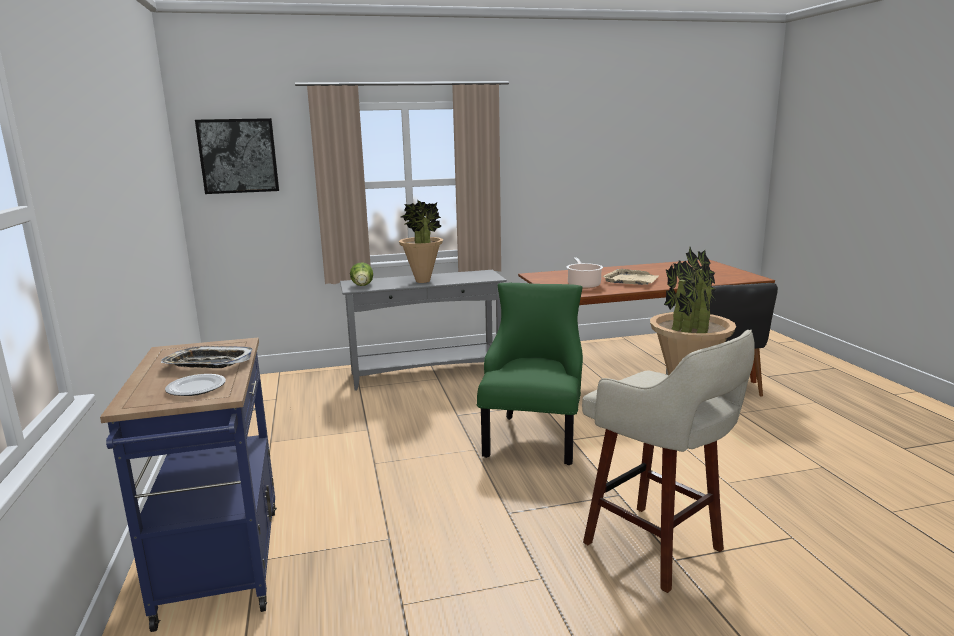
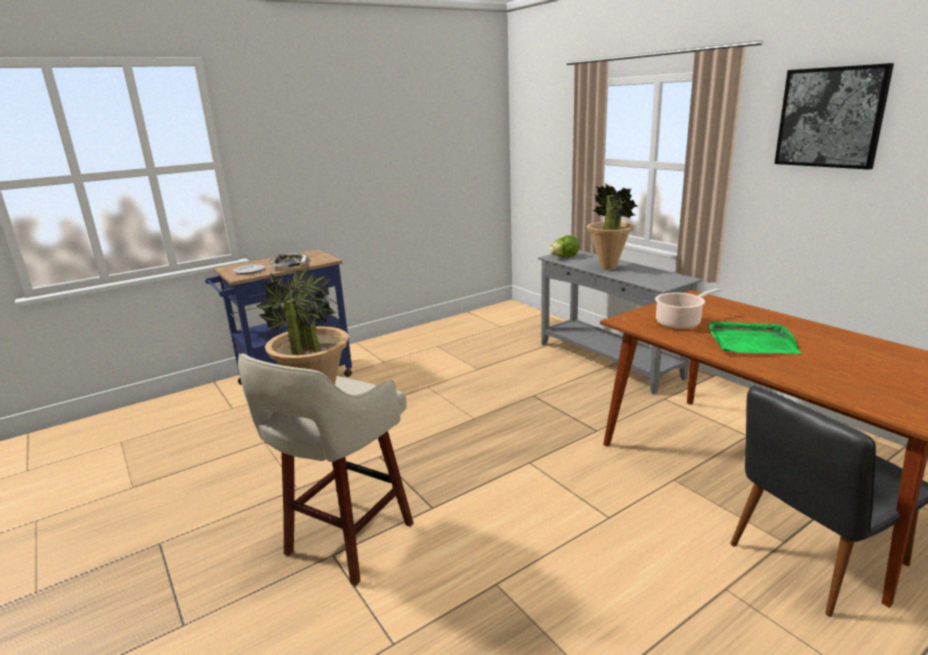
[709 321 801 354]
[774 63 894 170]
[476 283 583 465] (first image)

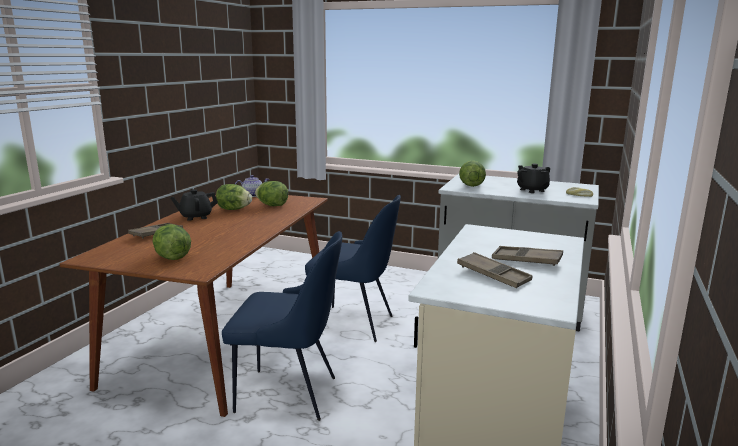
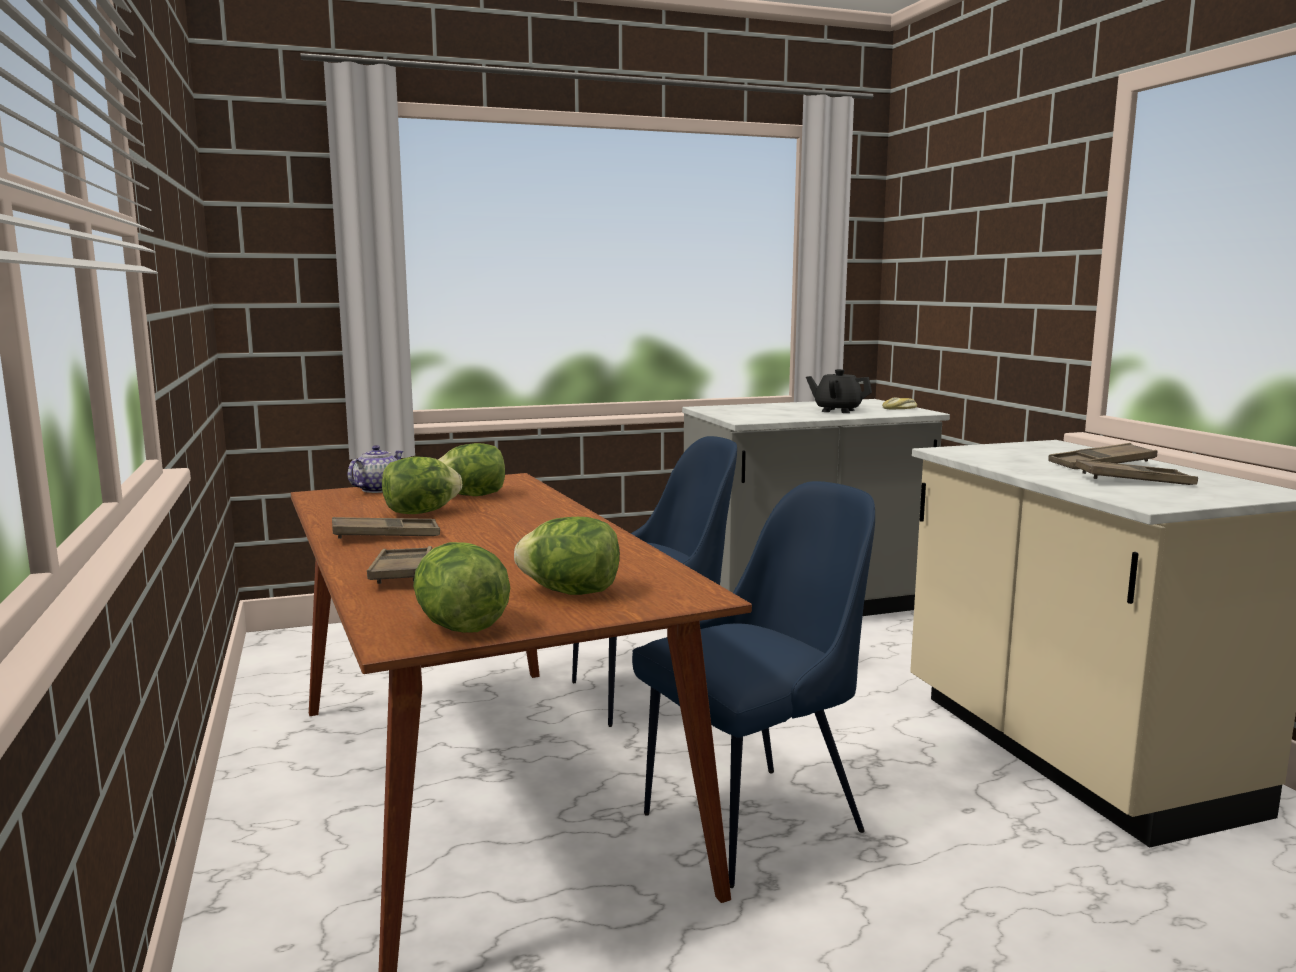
[332 517 440 539]
[413 542 510 633]

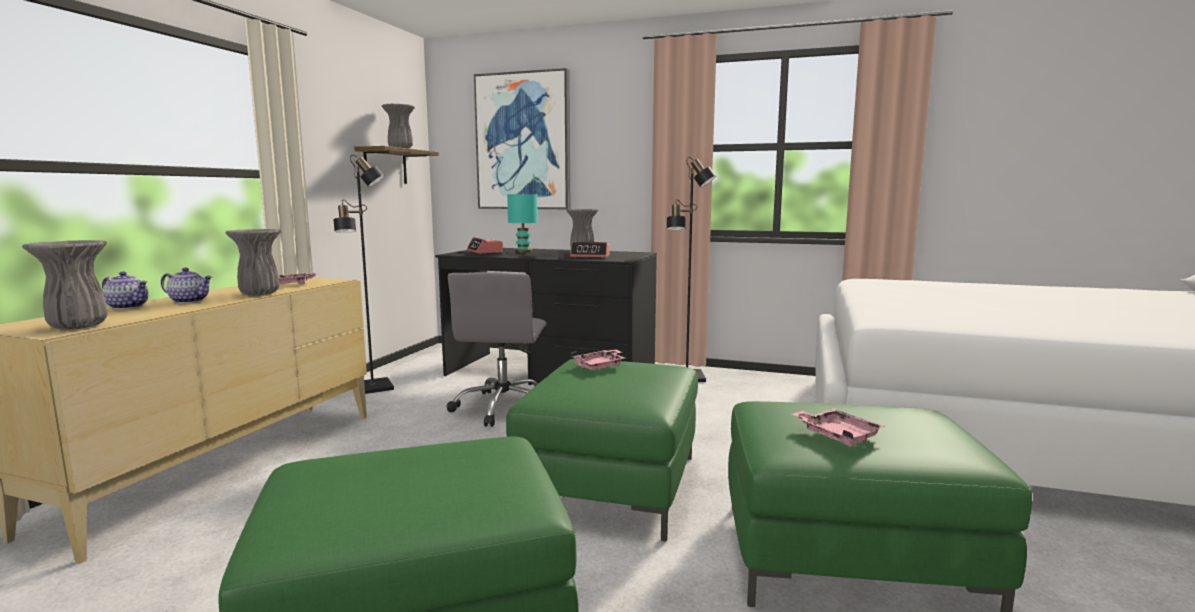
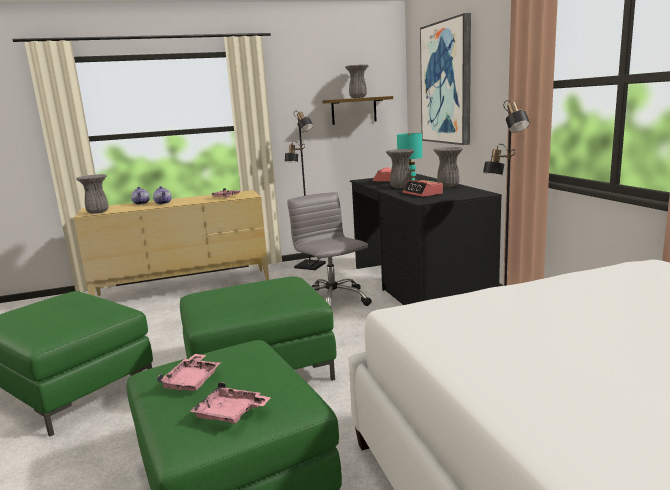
[189 382 271 424]
[287 192 372 307]
[386 149 414 188]

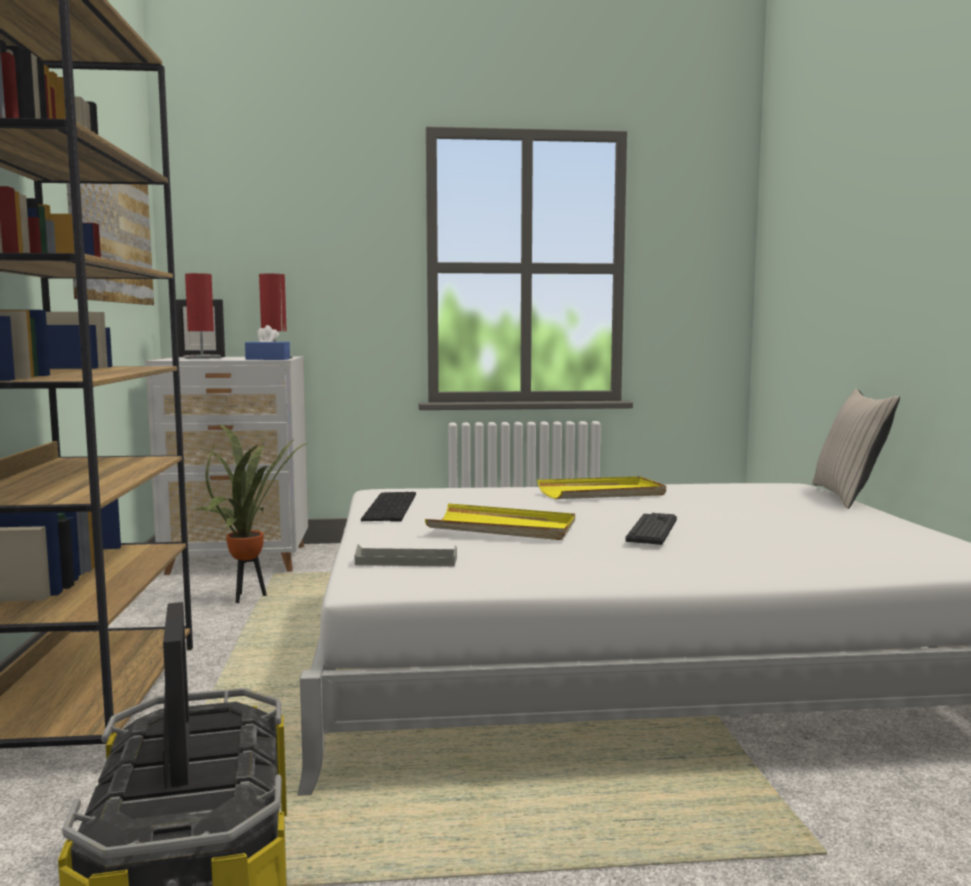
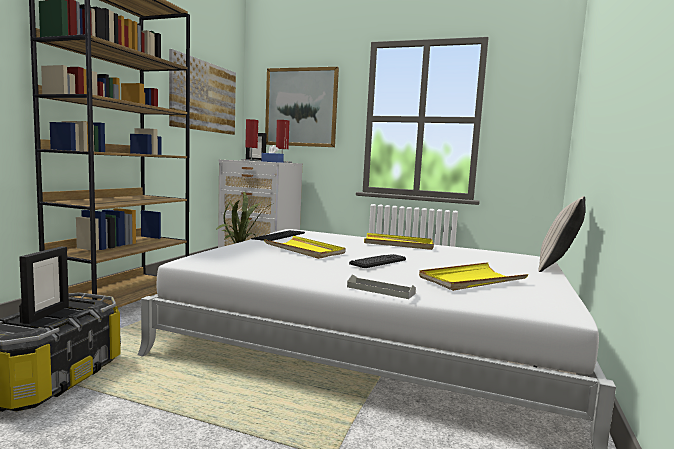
[265 67 339 147]
[347 274 416 299]
[419 262 529 291]

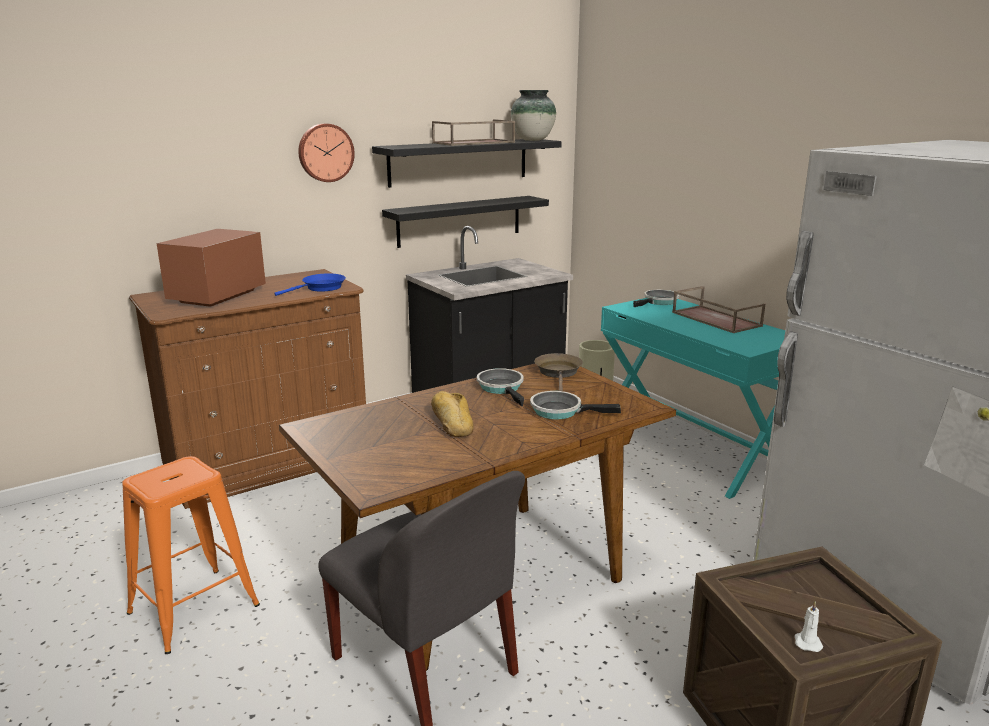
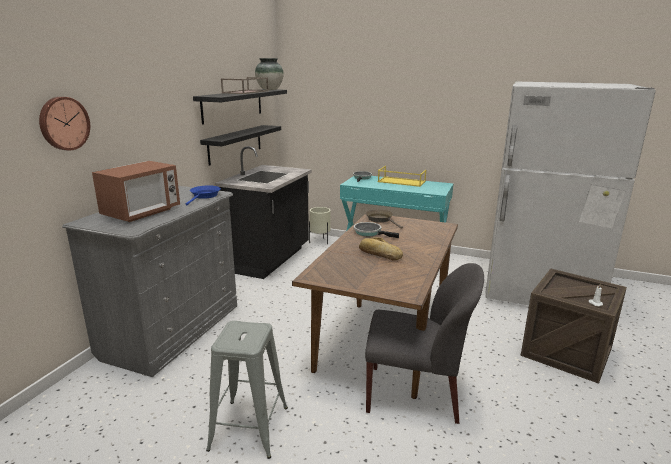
[39 97 90 151]
[62 186 237 377]
[92 161 180 222]
[206 321 288 459]
[378 166 426 187]
[530 391 621 419] (first image)

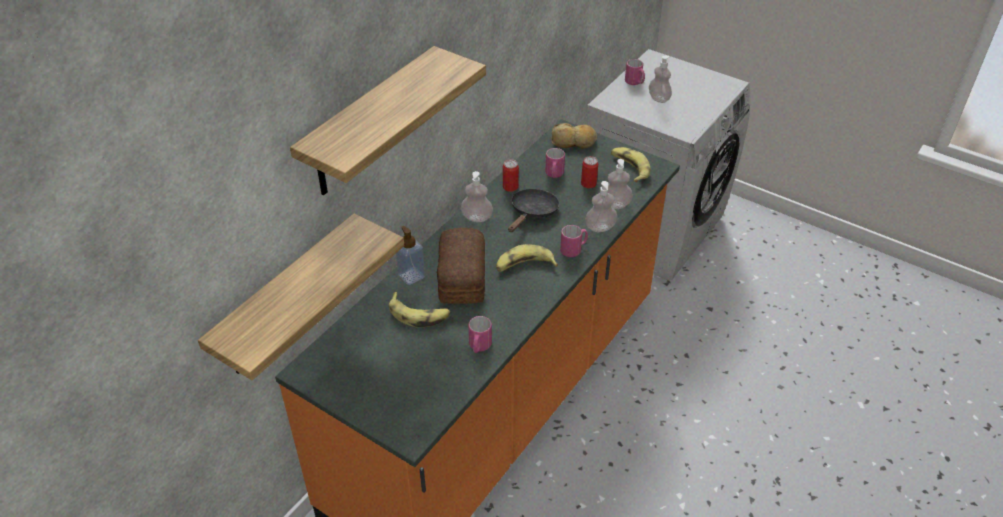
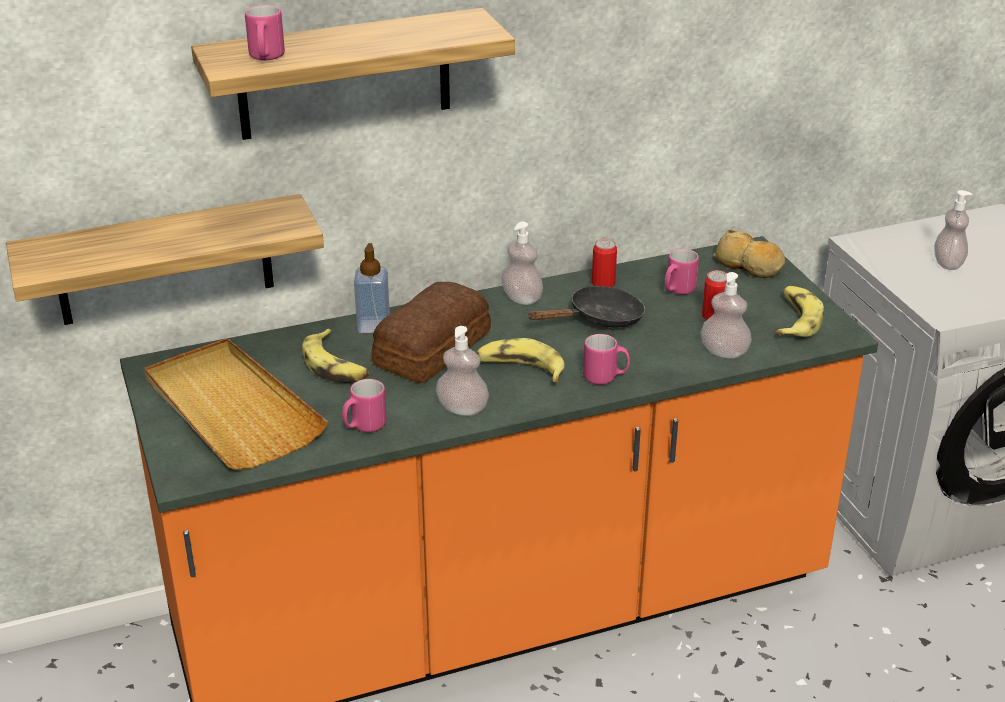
[144 338 328 469]
[245 5 285 60]
[436 326 489 416]

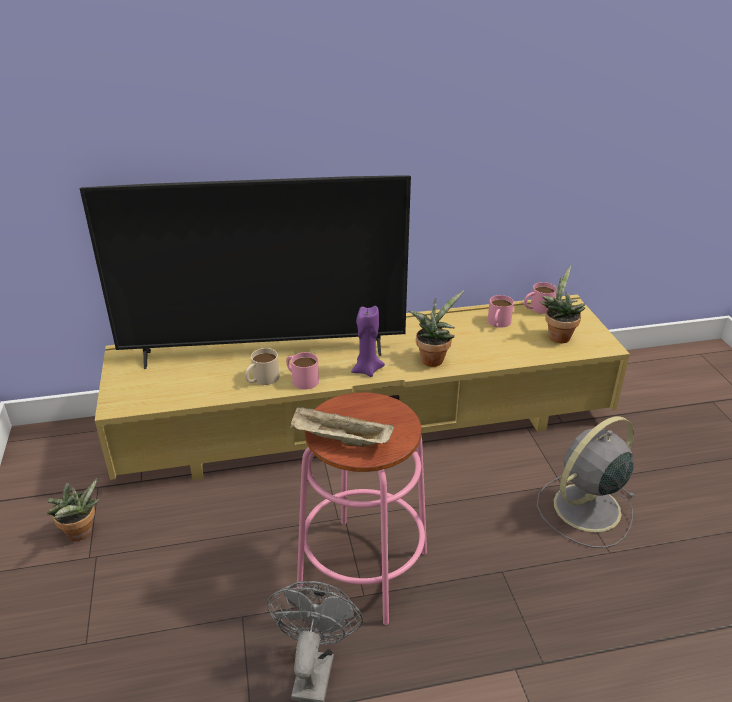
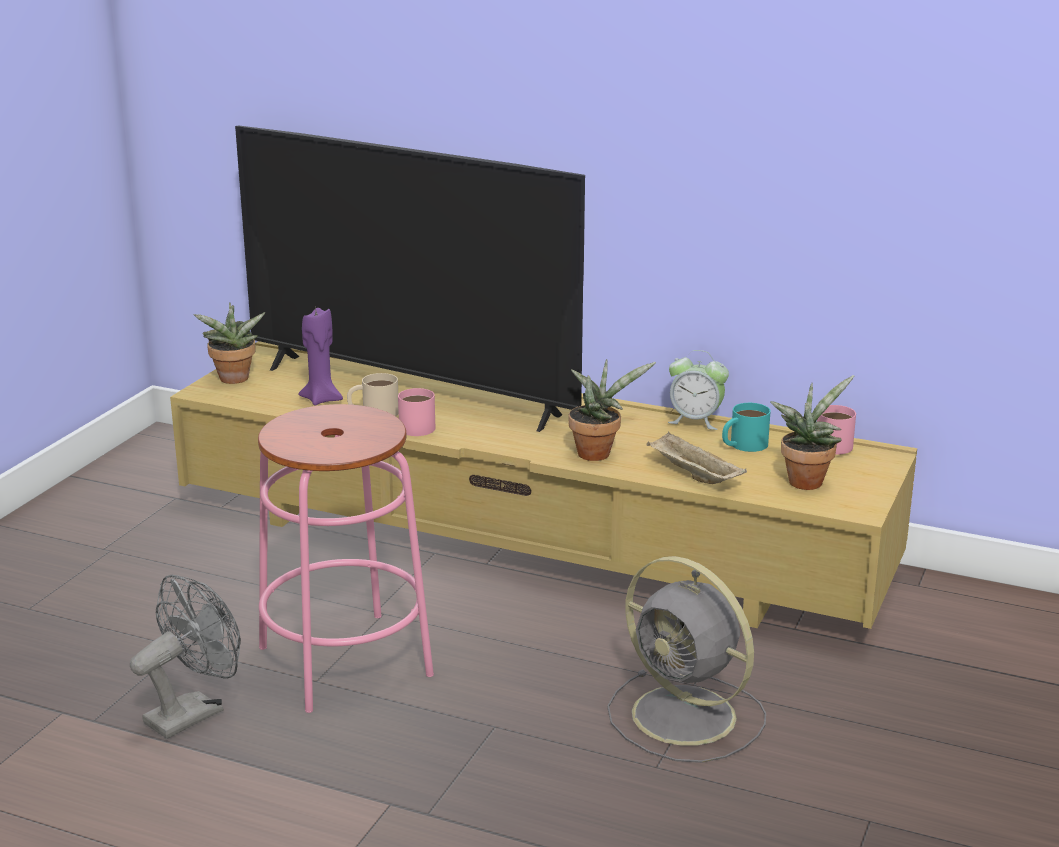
[193 303 265 384]
[298 306 343 405]
[607 556 766 763]
[647 432 747 484]
[668 350 729 430]
[722 403 771 452]

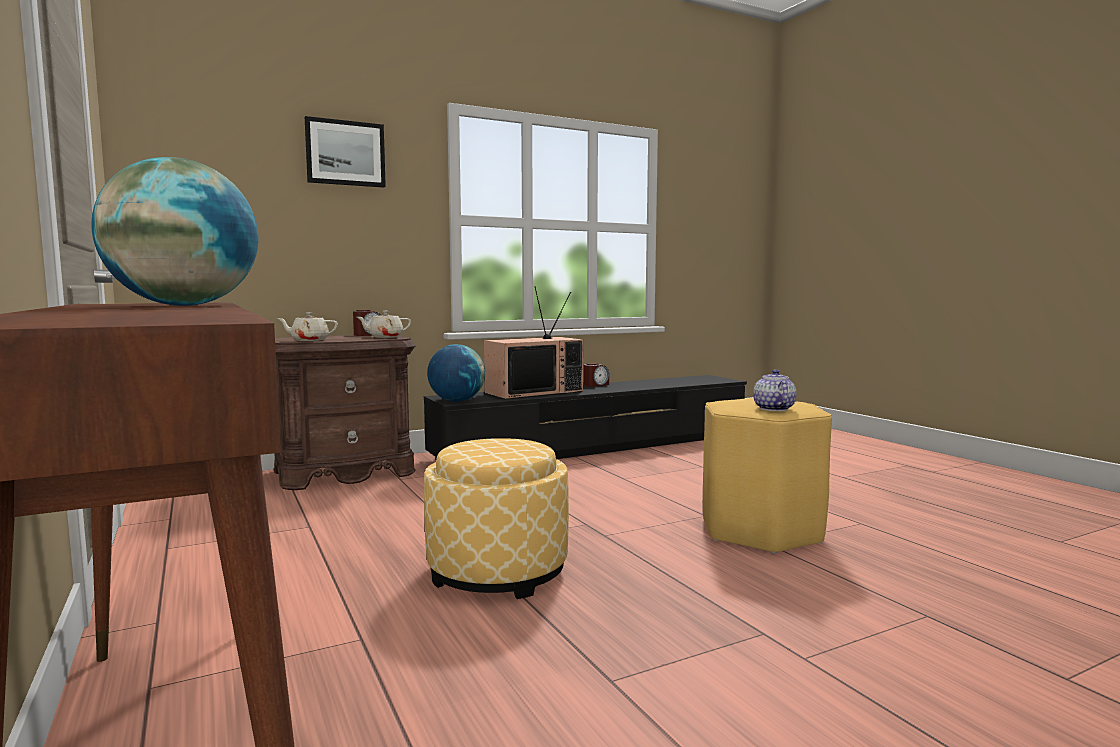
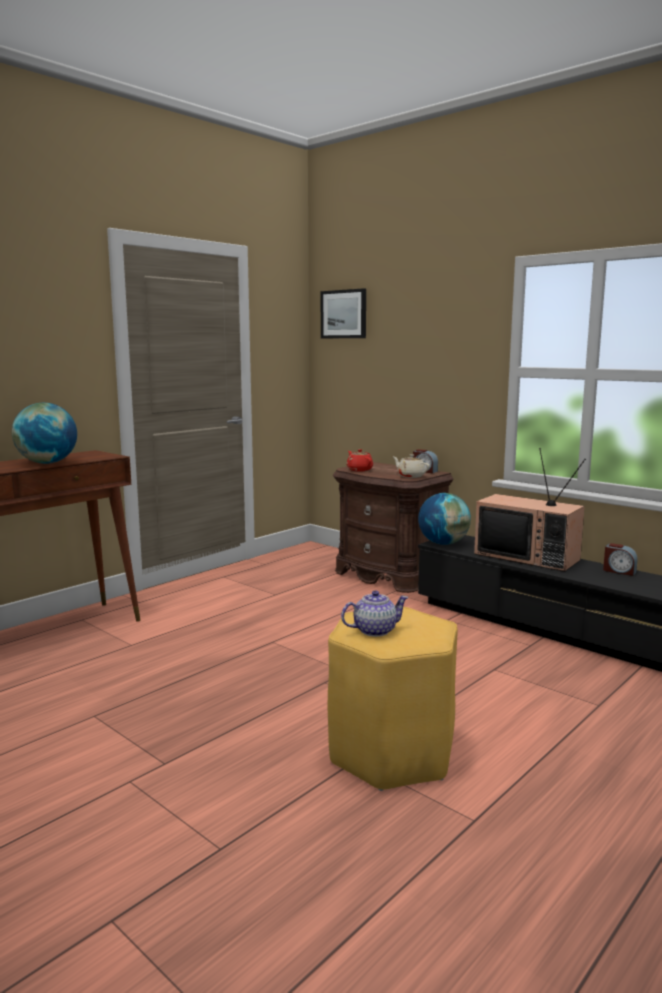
[321 288 366 338]
[346 449 373 472]
[424 438 569 599] (first image)

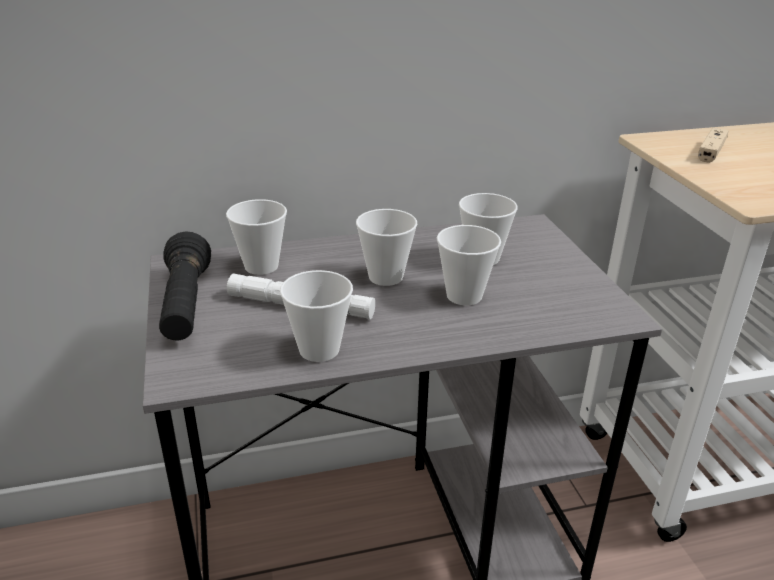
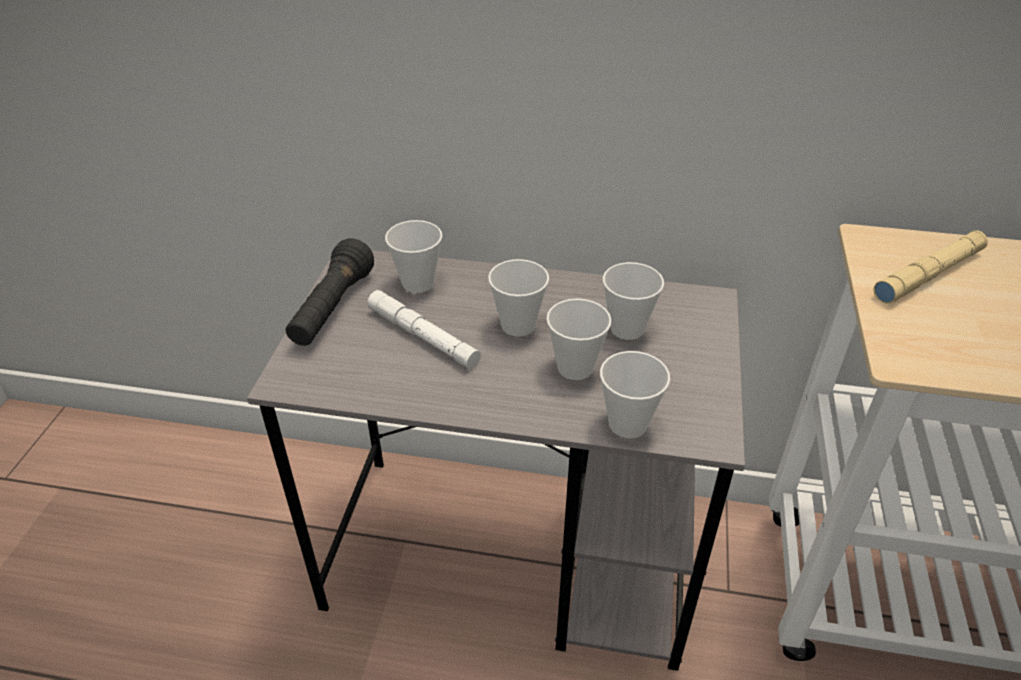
[600 351 670 438]
[873 230 988 304]

